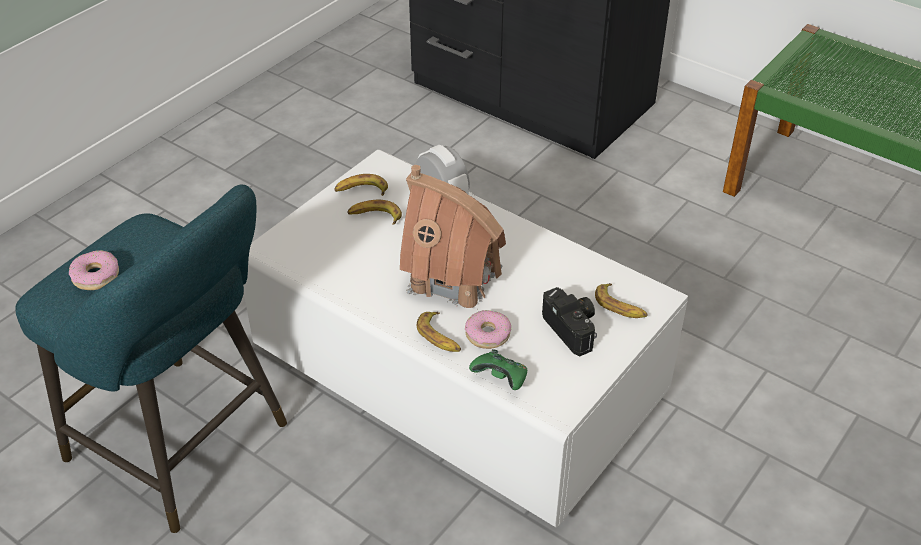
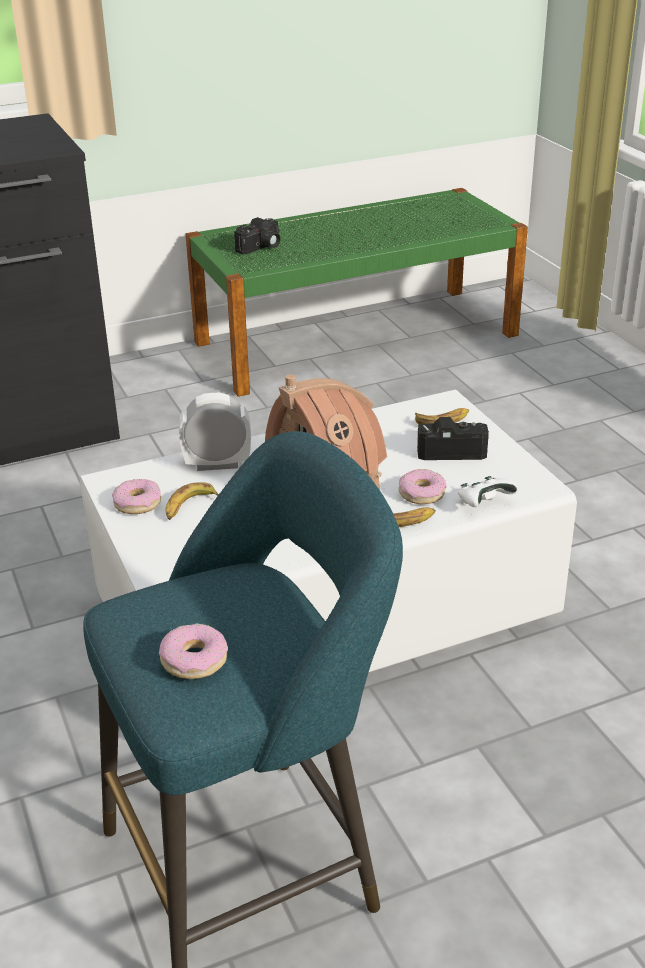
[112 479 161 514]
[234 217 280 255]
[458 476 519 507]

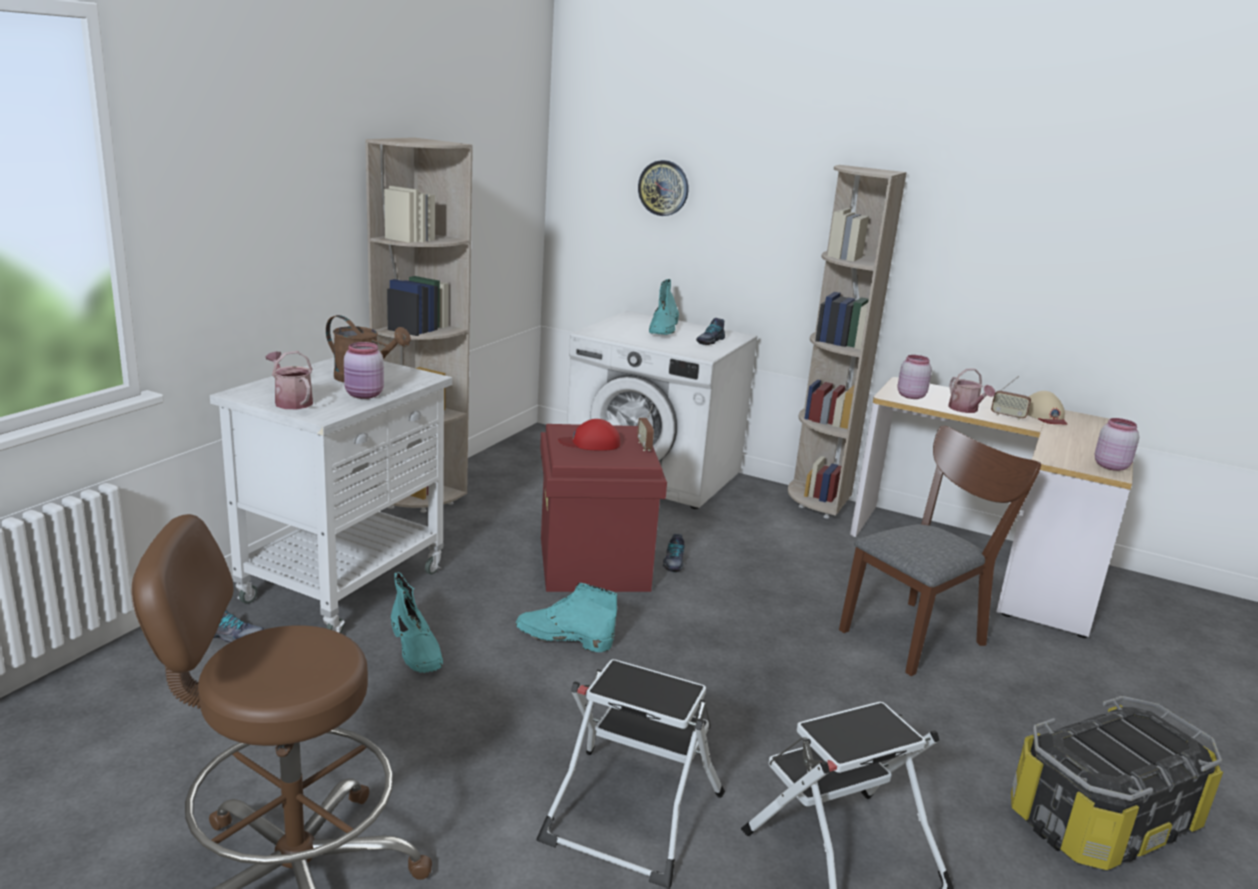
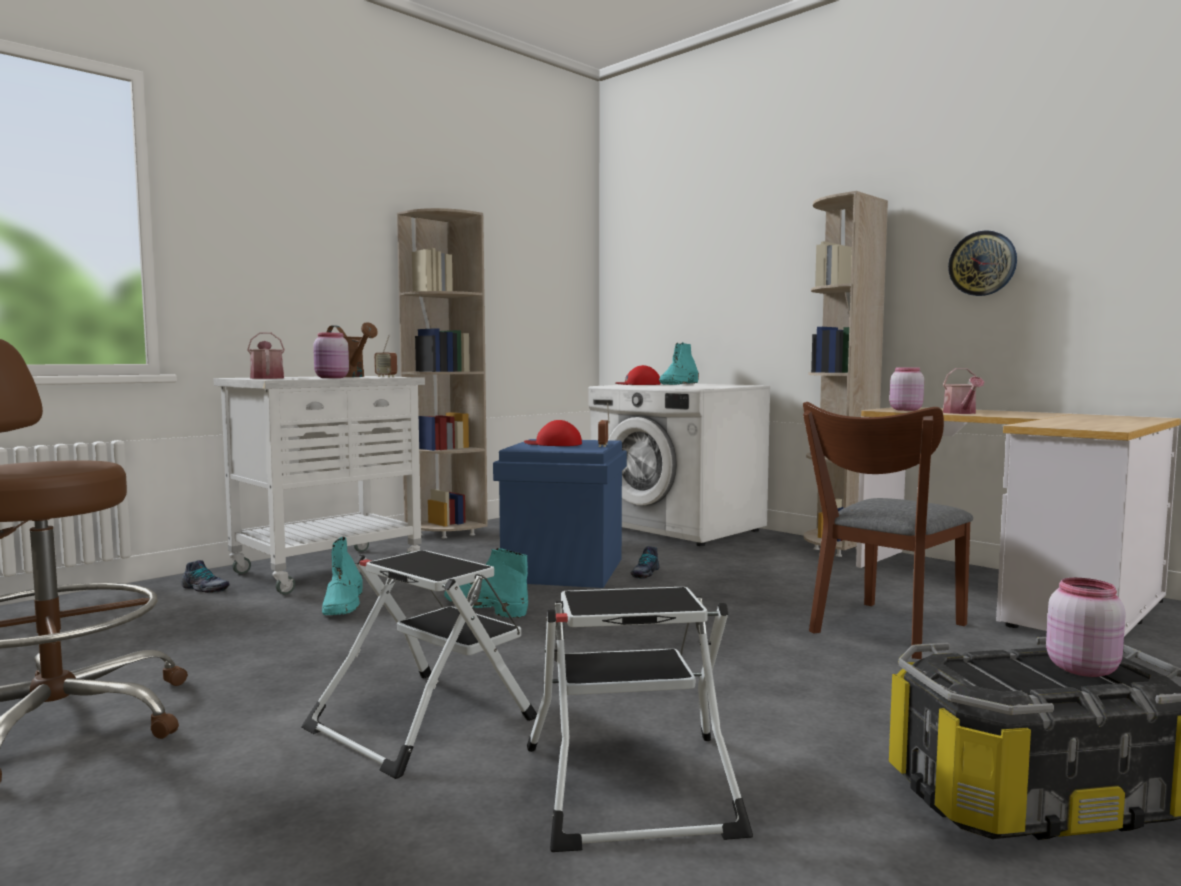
[374 335 397 377]
[493 439 627 588]
[615 365 661 385]
[803 402 973 659]
[948 230 1017 296]
[1046 578 1126 677]
[696 318 725 345] (first image)
[1028 391 1067 425] (first image)

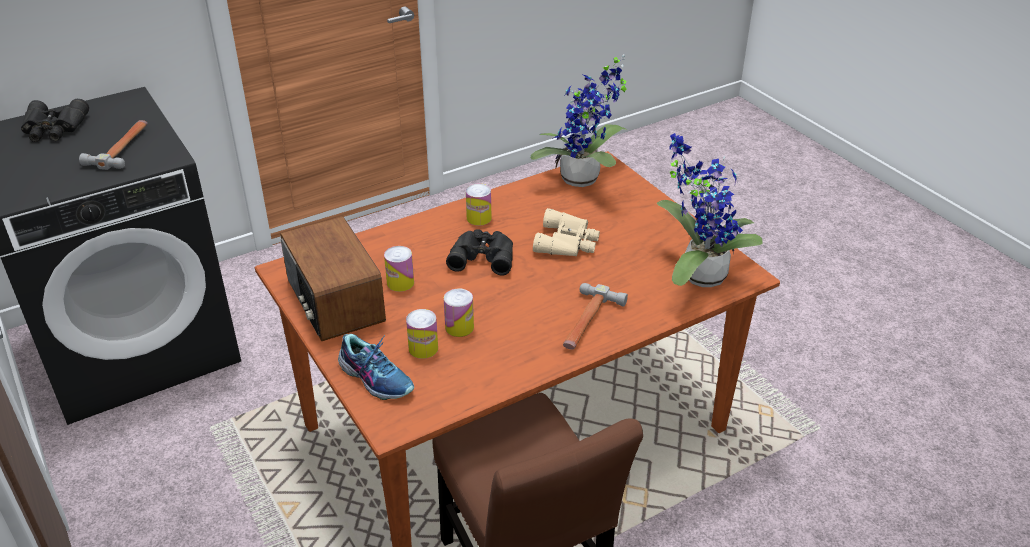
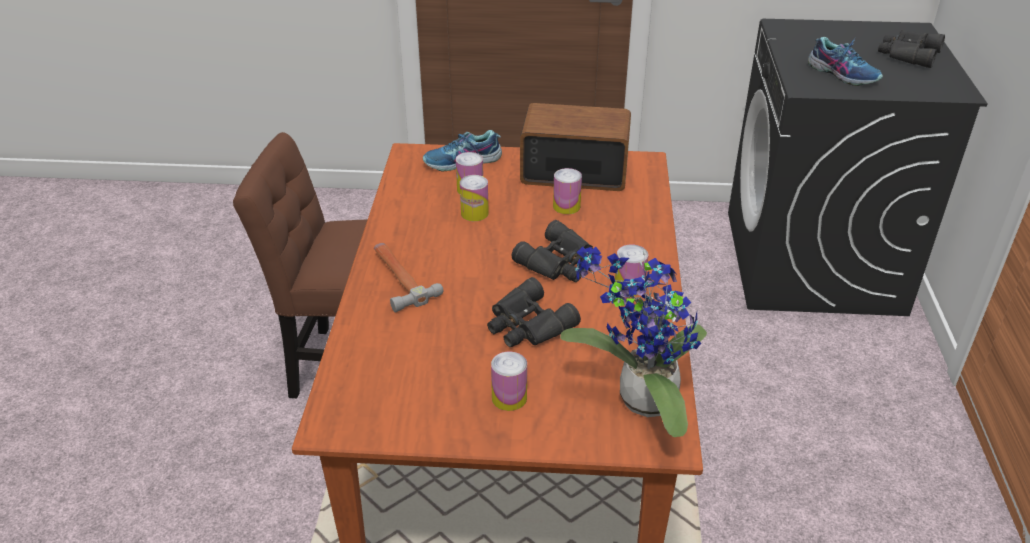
[487 277 581 347]
[491 351 527 411]
[808 37 883 86]
[657 133 763 287] (first image)

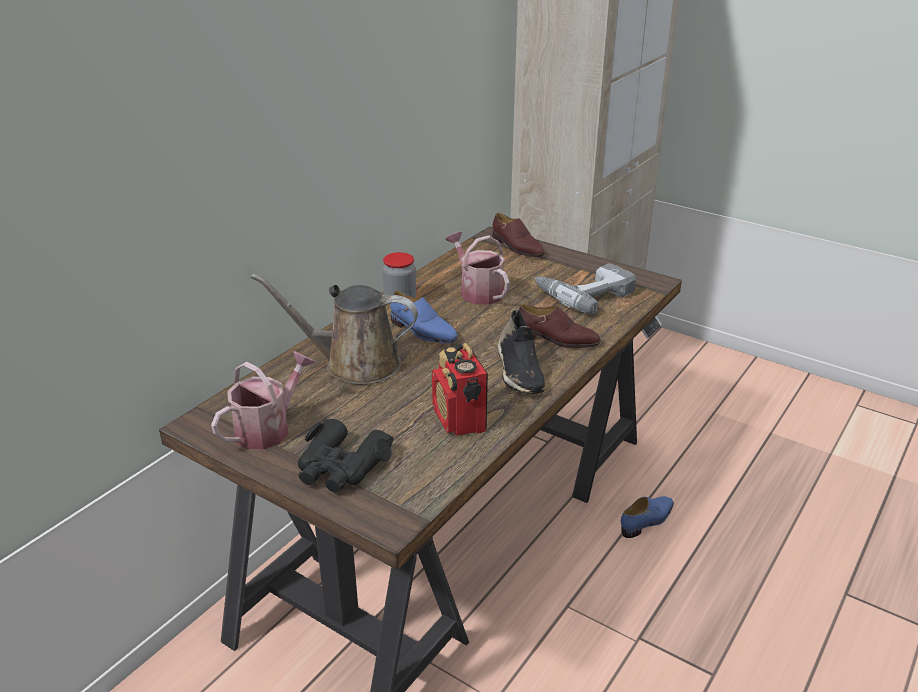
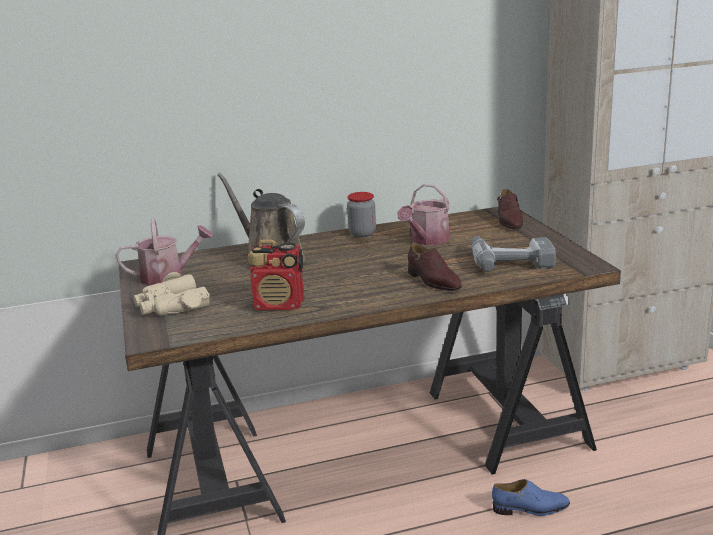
[133 272 210 316]
[248 239 304 310]
[398 184 450 245]
[390 291 458 343] (first image)
[498 309 545 394] (first image)

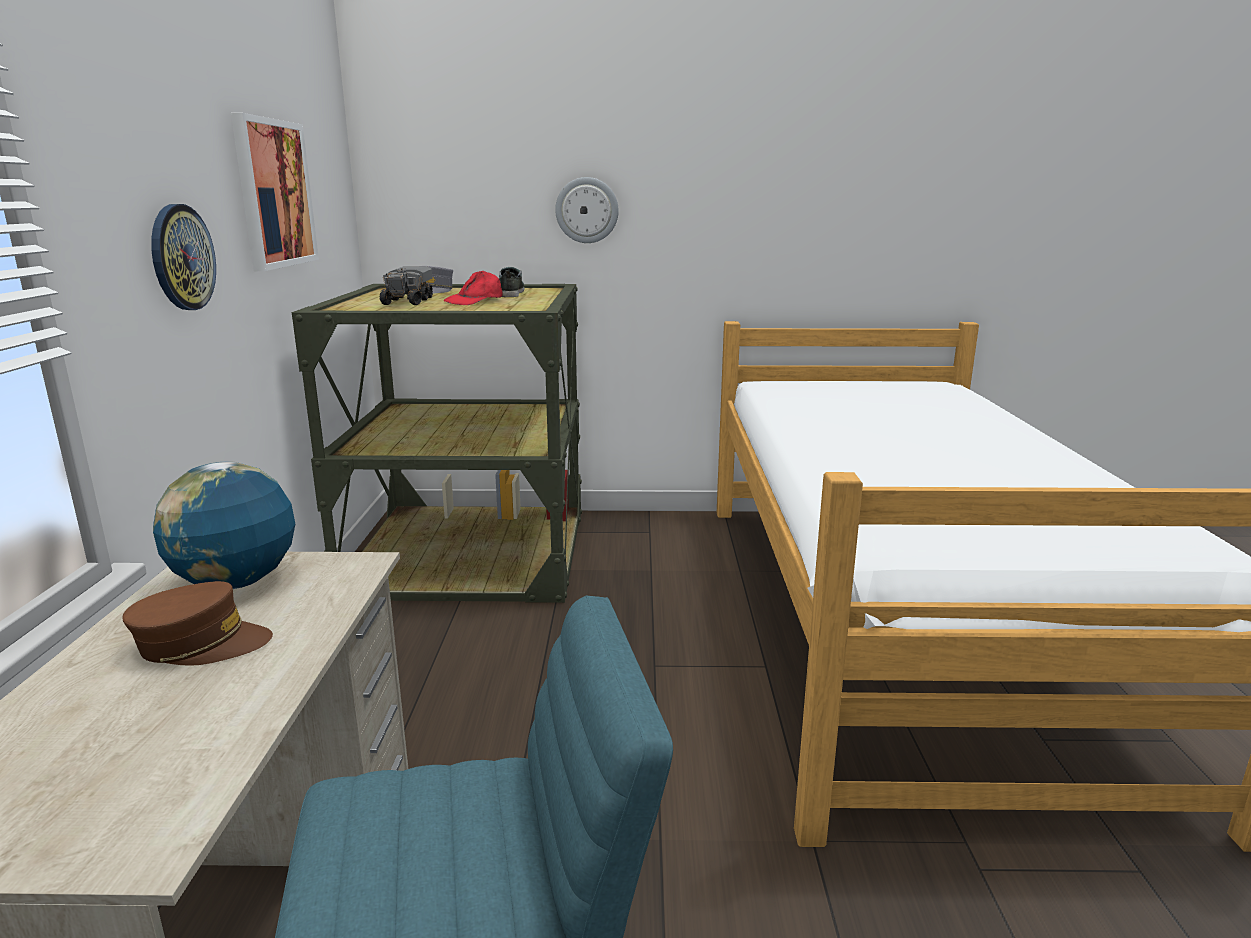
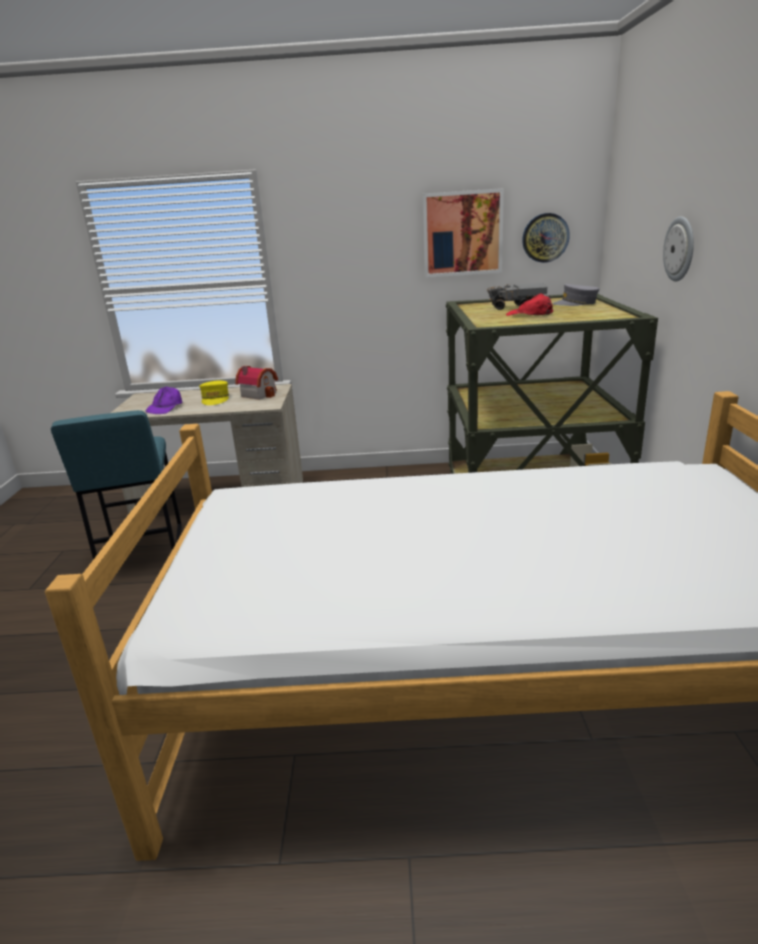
[146 387 182 414]
[199 381 229 405]
[235 366 278 400]
[522 213 570 263]
[499 267 524 297] (first image)

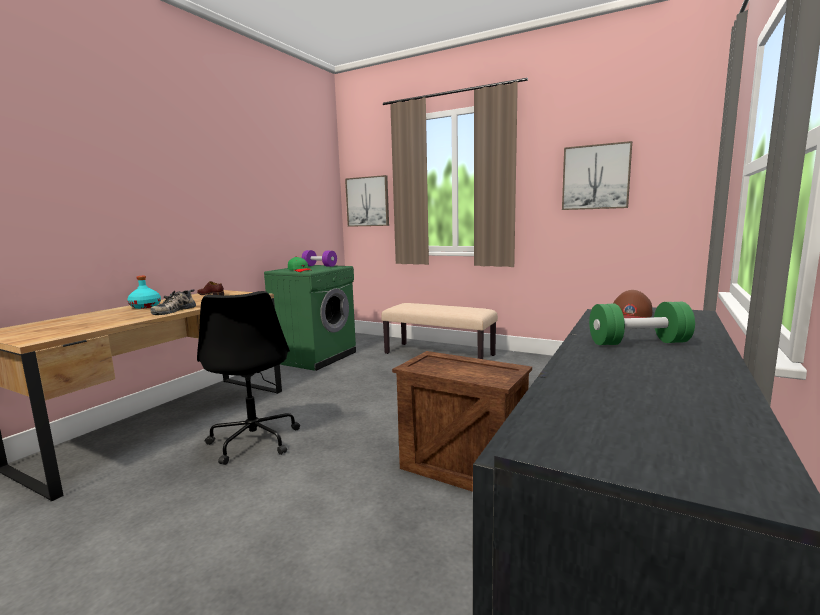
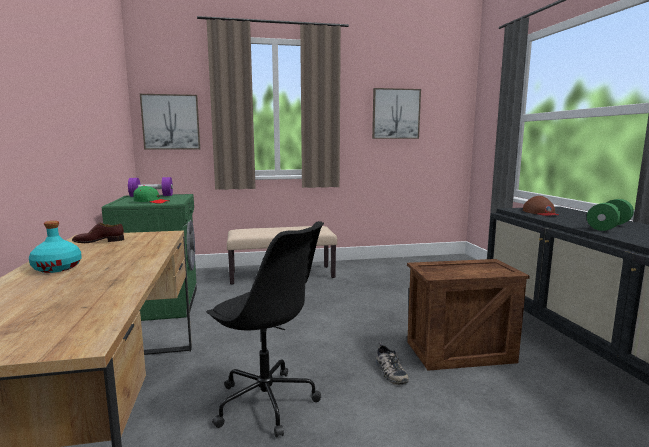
[375 342 409 385]

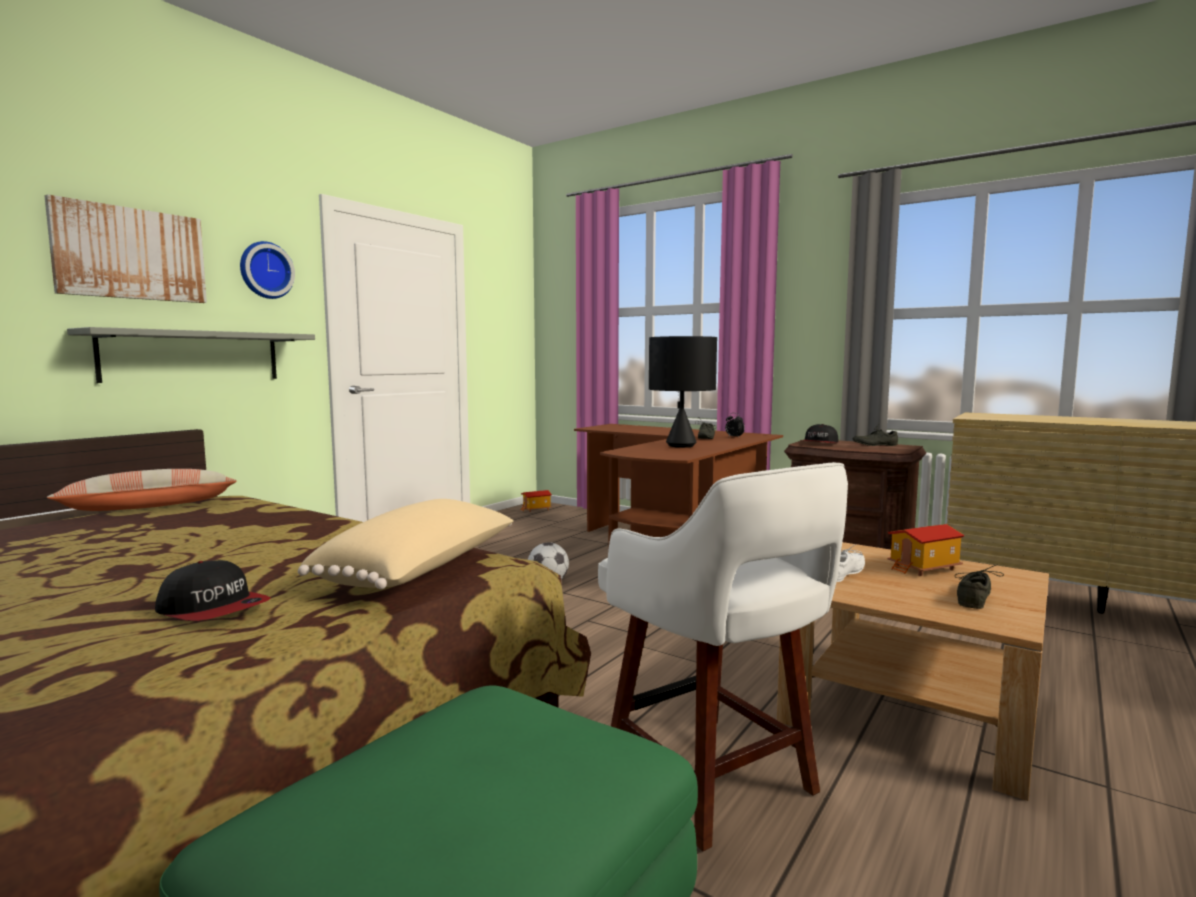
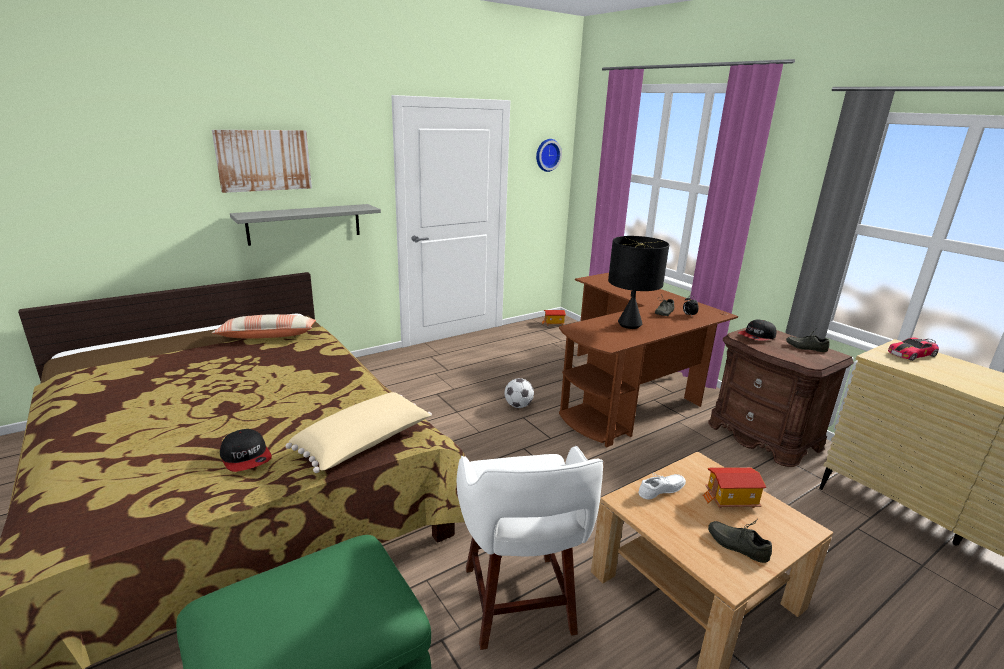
[536 139 562 172]
[708 519 772 563]
[888 338 939 361]

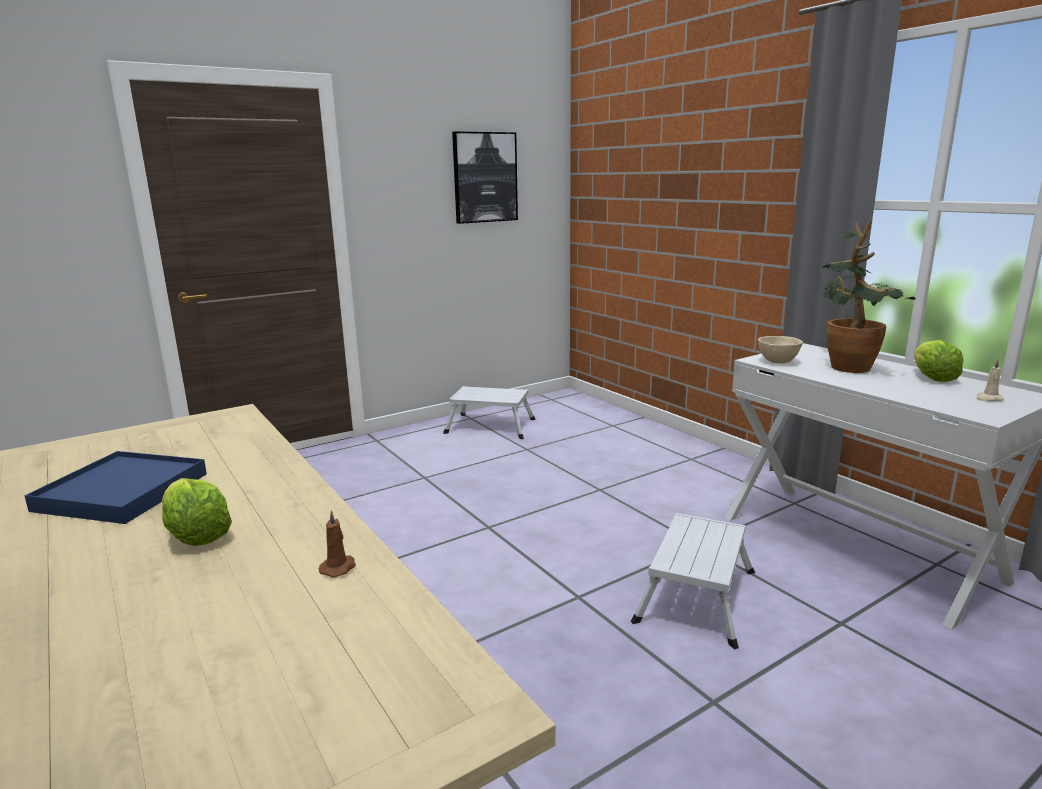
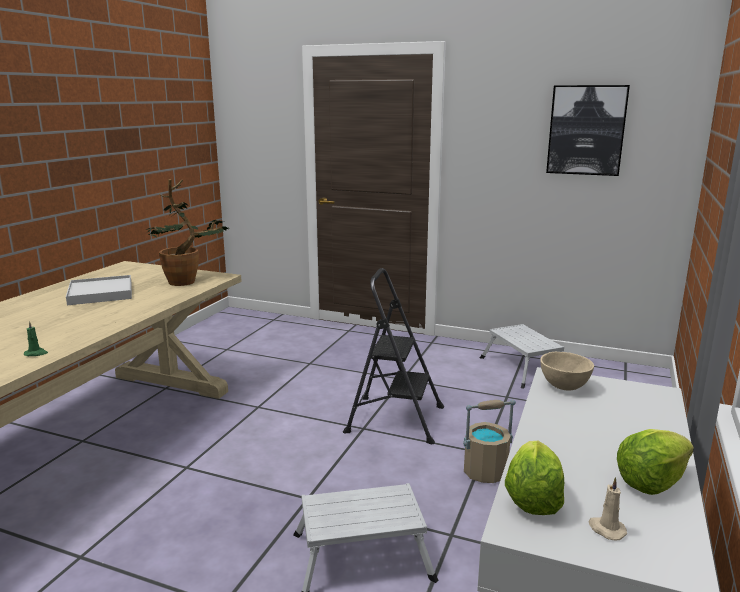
[24 321 48 356]
[66 275 132 305]
[146 179 228 286]
[343 268 444 444]
[463 400 516 483]
[505 441 564 515]

